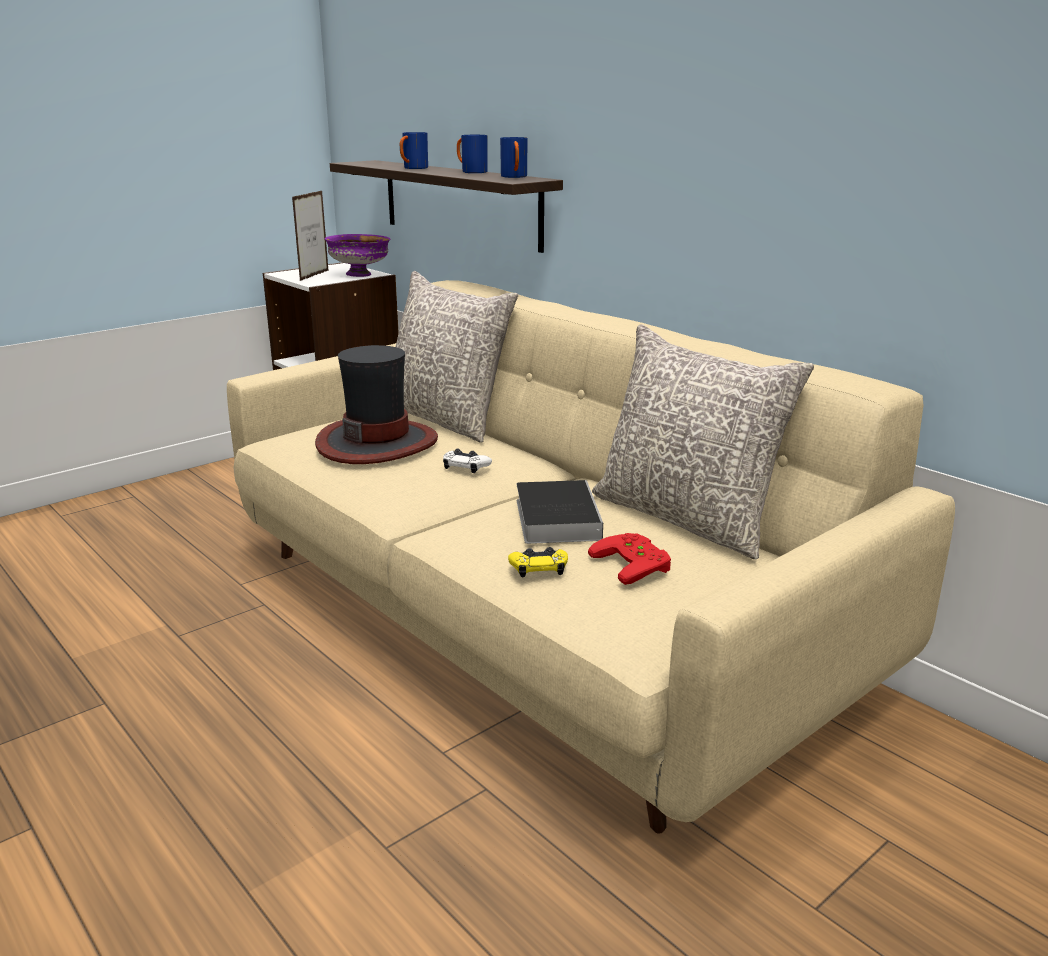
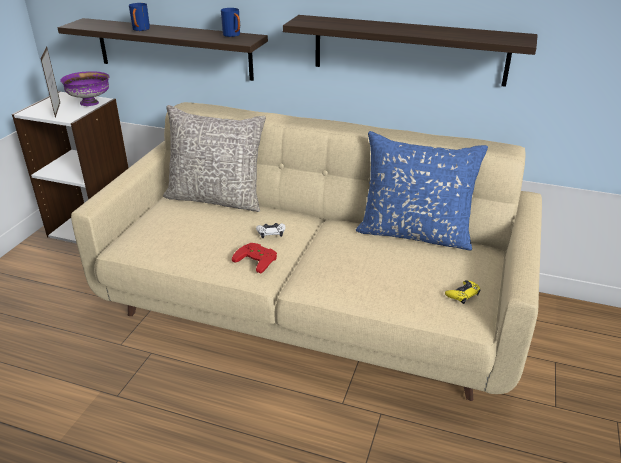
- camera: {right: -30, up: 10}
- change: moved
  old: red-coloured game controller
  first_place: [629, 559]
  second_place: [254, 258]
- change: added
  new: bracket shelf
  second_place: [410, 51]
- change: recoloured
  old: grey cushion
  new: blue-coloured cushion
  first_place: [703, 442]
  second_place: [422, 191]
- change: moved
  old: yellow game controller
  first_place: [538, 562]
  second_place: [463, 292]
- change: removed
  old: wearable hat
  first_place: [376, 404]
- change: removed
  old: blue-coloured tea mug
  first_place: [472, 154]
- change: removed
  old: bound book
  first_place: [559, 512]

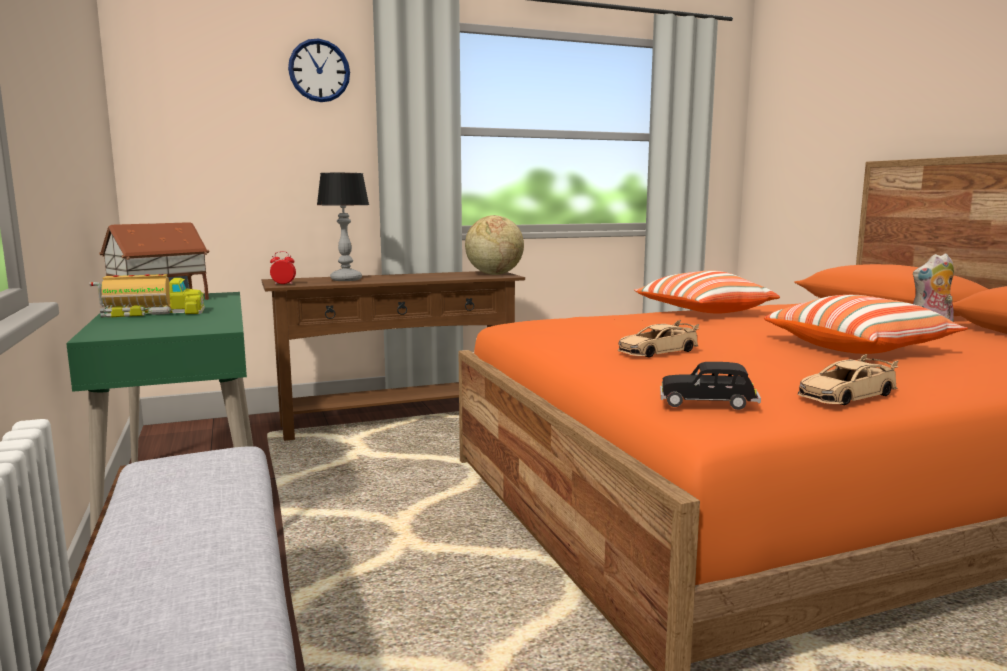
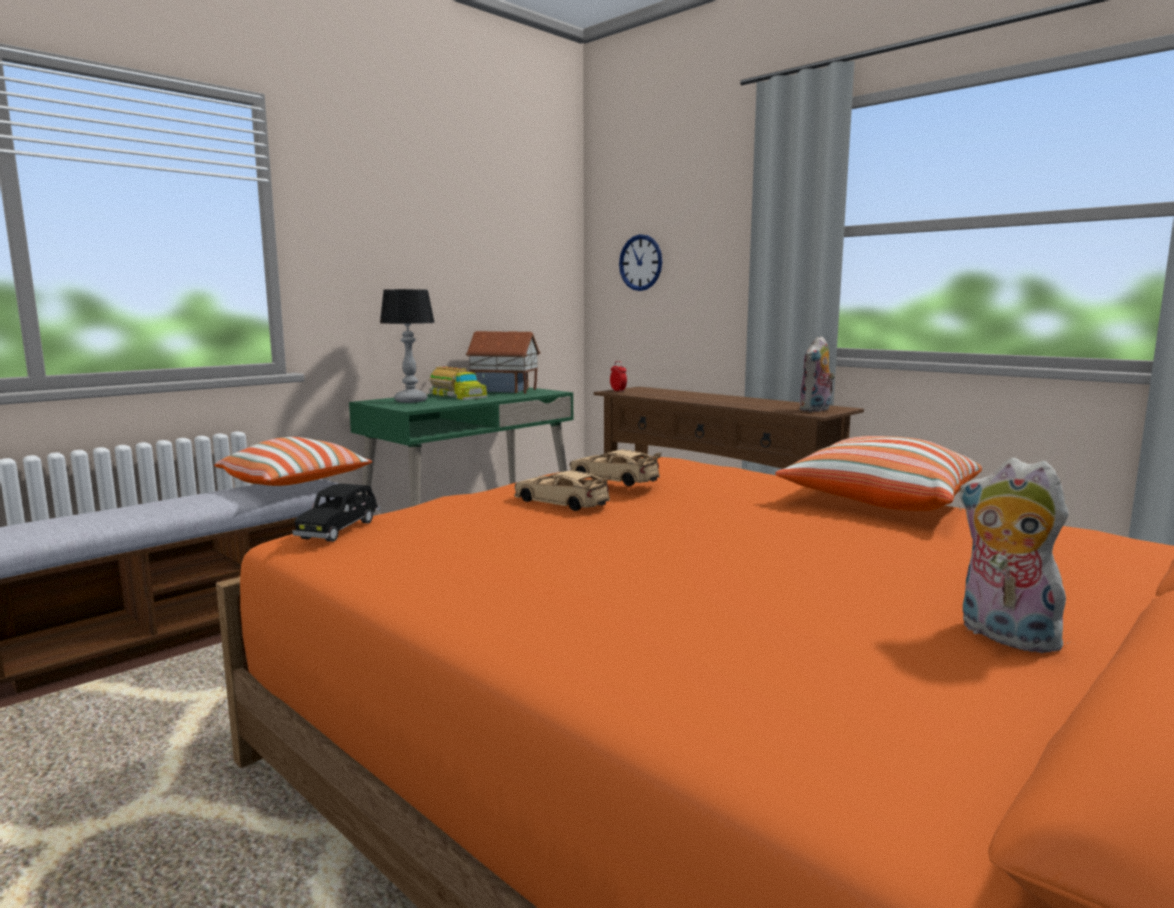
- camera: {right: 65, up: 0}
- change: moved
  old: cushion
  first_place: [866, 324]
  second_place: [293, 461]
- change: turned
  old: black-coloured model car
  first_place: [710, 386]
  second_place: [336, 512]
  degrees: -150
- change: moved
  old: table lamp
  first_place: [343, 227]
  second_place: [407, 346]
- change: moved
  old: beige-coloured model car
  first_place: [848, 379]
  second_place: [615, 468]
- change: moved
  old: hanging clock
  first_place: [319, 70]
  second_place: [640, 262]
- change: replaced
  old: desk globe
  new: soft toy
  first_place: [494, 245]
  second_place: [817, 374]

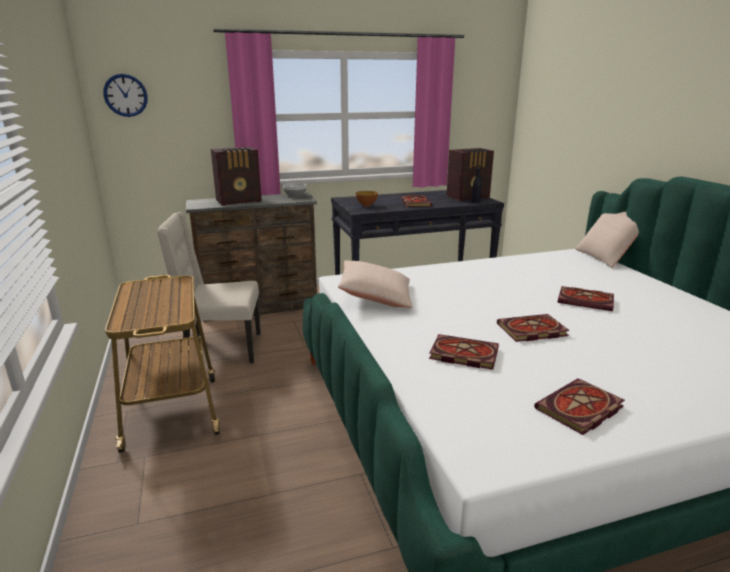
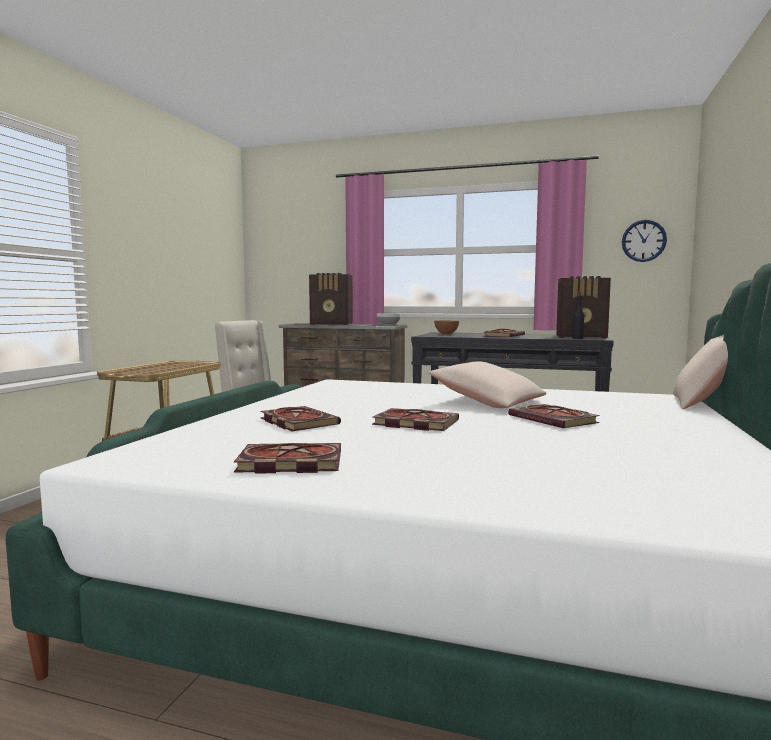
- camera: {right: 35, up: -15}
- change: moved
  old: beige-coloured cushion
  first_place: [375, 284]
  second_place: [487, 384]
- change: moved
  old: hanging clock
  first_place: [125, 95]
  second_place: [644, 241]

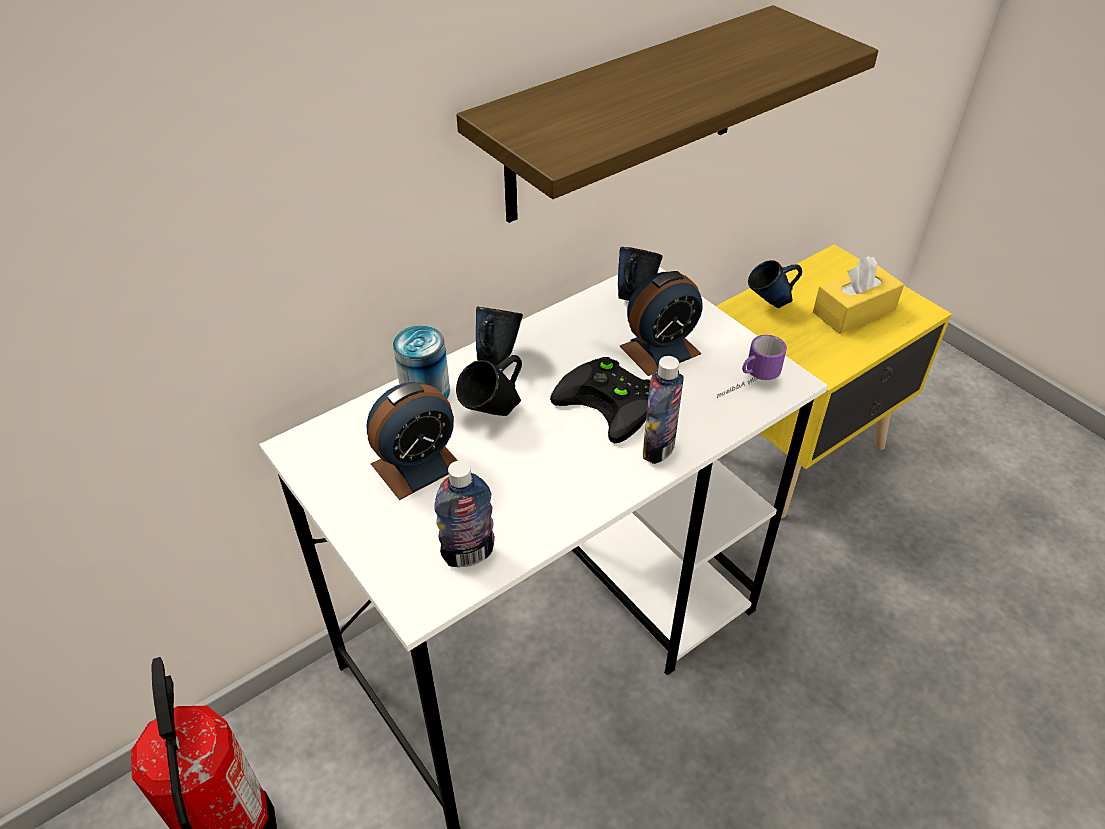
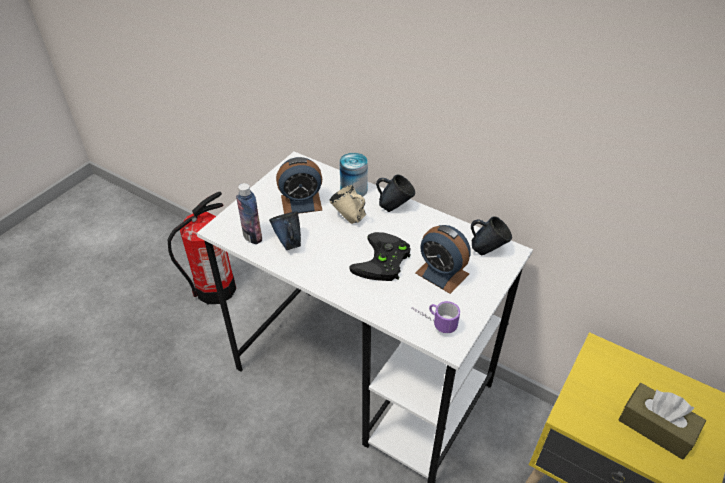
- camera: {right: 70, up: 0}
- change: moved
  old: blue-coloured tea mug
  first_place: [775, 284]
  second_place: [285, 230]
- change: turned
  old: bedside clock
  first_place: [412, 441]
  second_place: [299, 185]
  degrees: -45
- change: recoloured
  old: black-coloured tea mug
  new: beige-coloured tea mug
  first_place: [489, 385]
  second_place: [347, 204]
- change: recoloured
  old: yellow tissue holder
  new: brownish tissue holder
  first_place: [858, 295]
  second_place: [662, 421]
- change: removed
  old: bracket shelf
  first_place: [667, 114]
- change: removed
  old: bottle
  first_place: [663, 410]

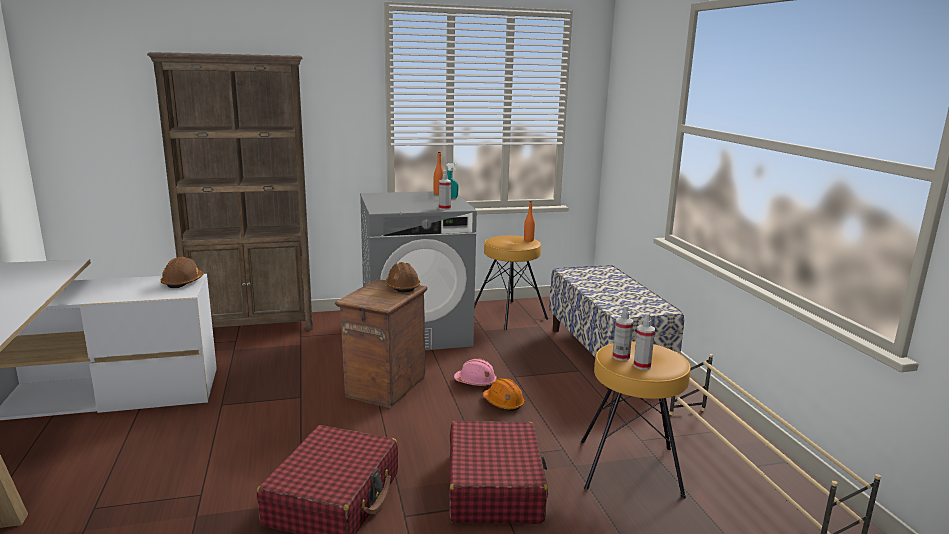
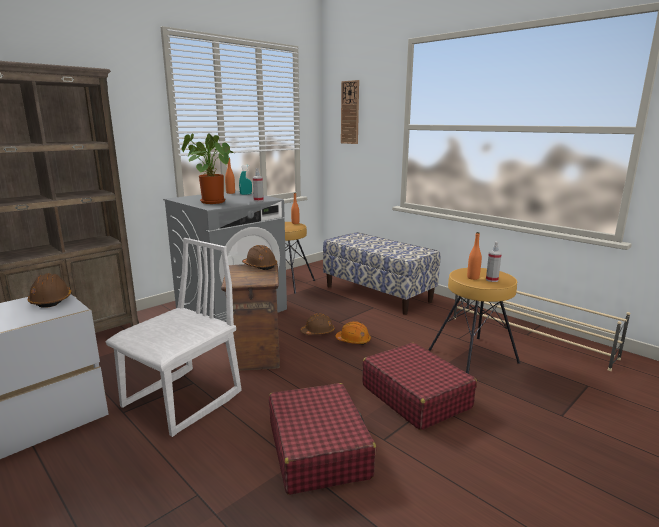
- camera: {right: -30, up: 0}
- change: added
  new: whitish plain chair
  second_place: [173, 337]
- change: added
  new: houseplant
  second_place: [207, 169]
- change: recoloured
  old: pink work helmet
  new: brownish work helmet
  first_place: [475, 372]
  second_place: [317, 324]
- change: added
  new: hanging clock
  second_place: [350, 112]
- change: replaced
  old: sprayer
  new: orangey bottle
  first_place: [623, 333]
  second_place: [474, 256]

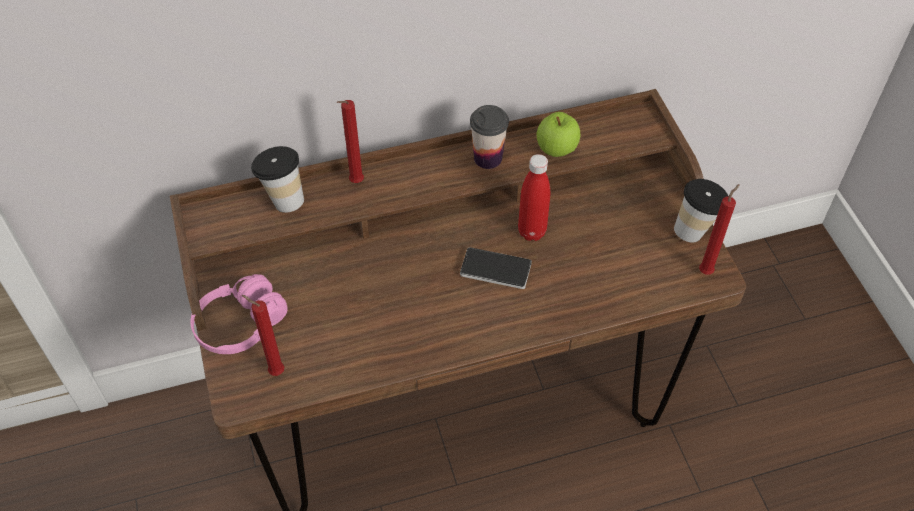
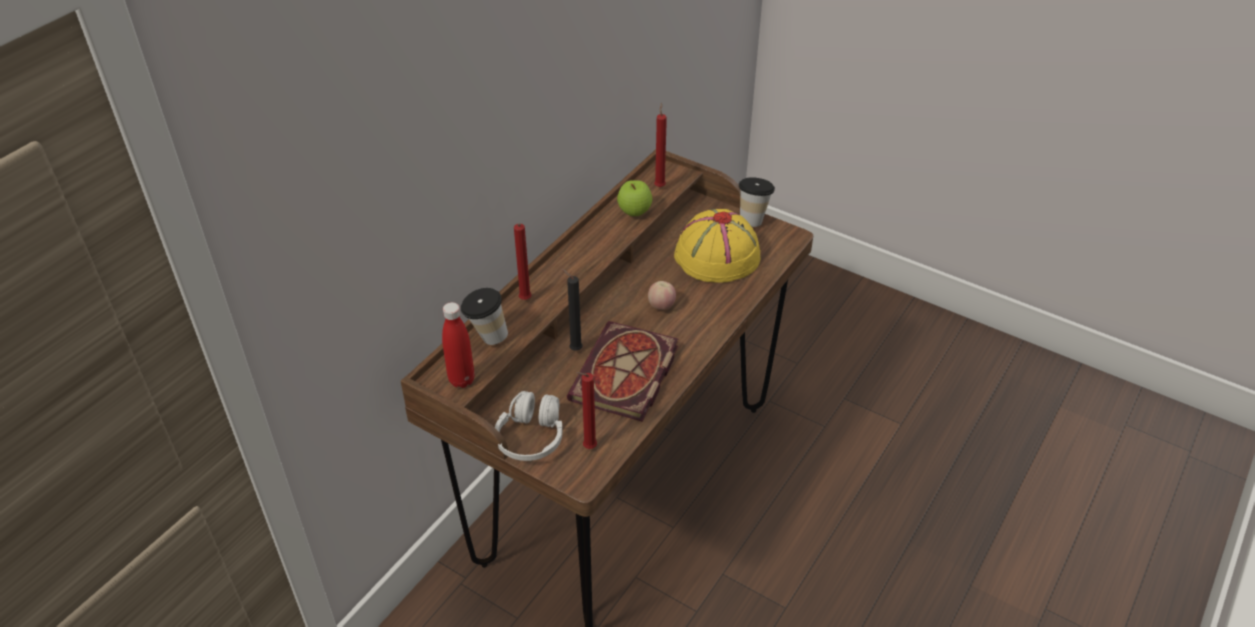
- camera: {right: -40, up: -10}
- change: moved
  old: red-coloured bottle
  first_place: [534, 197]
  second_place: [458, 345]
- change: recoloured
  old: pink pair of headphones
  new: whitish pair of headphones
  first_place: [239, 314]
  second_place: [529, 426]
- change: added
  new: black-coloured wax light
  second_place: [572, 310]
- change: added
  new: bound book
  second_place: [622, 371]
- change: replaced
  old: phone
  new: whole apple
  first_place: [496, 268]
  second_place: [662, 295]
- change: moved
  old: red-coloured wax light
  first_place: [719, 229]
  second_place: [660, 145]
- change: added
  new: yellow wearable hat
  second_place: [717, 246]
- change: removed
  old: small cup
  first_place: [489, 137]

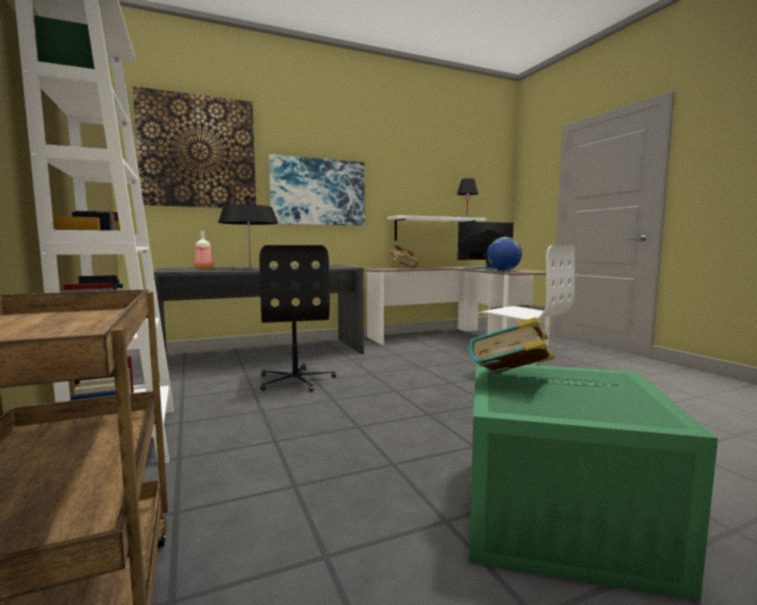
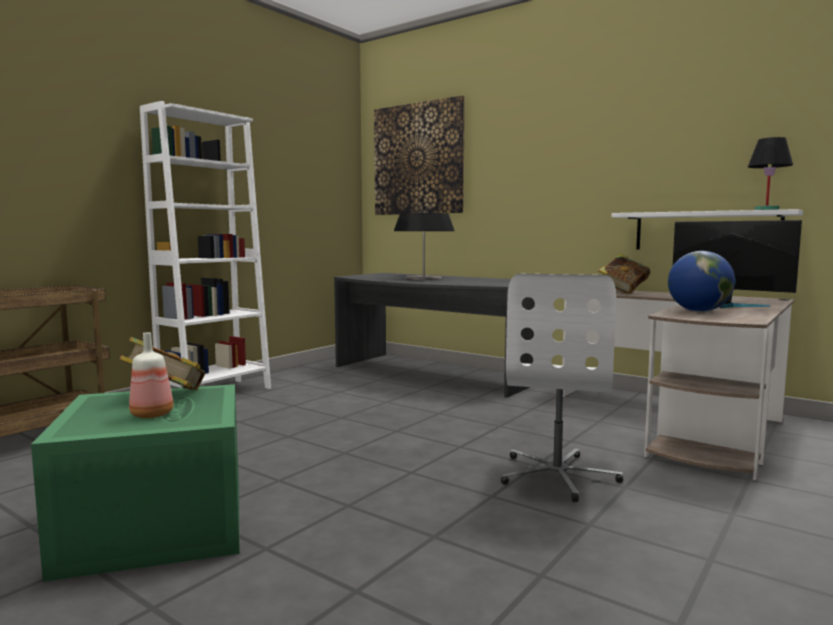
- camera: {right: 60, up: 0}
- change: moved
  old: bottle
  first_place: [204, 250]
  second_place: [151, 375]
- change: removed
  old: black-coloured desk chair
  first_place: [297, 318]
- change: removed
  old: wall picture
  first_place: [317, 190]

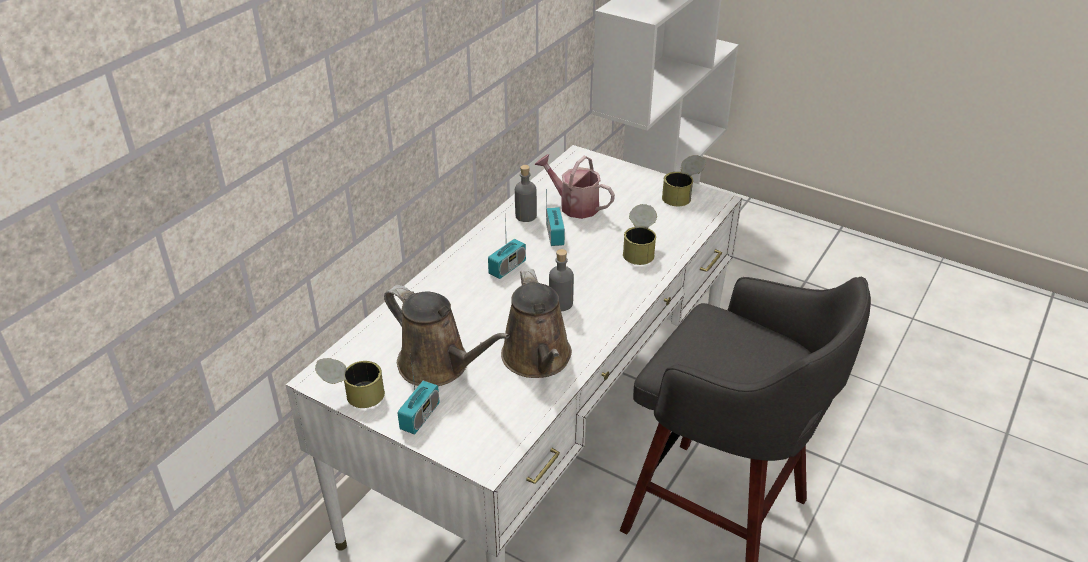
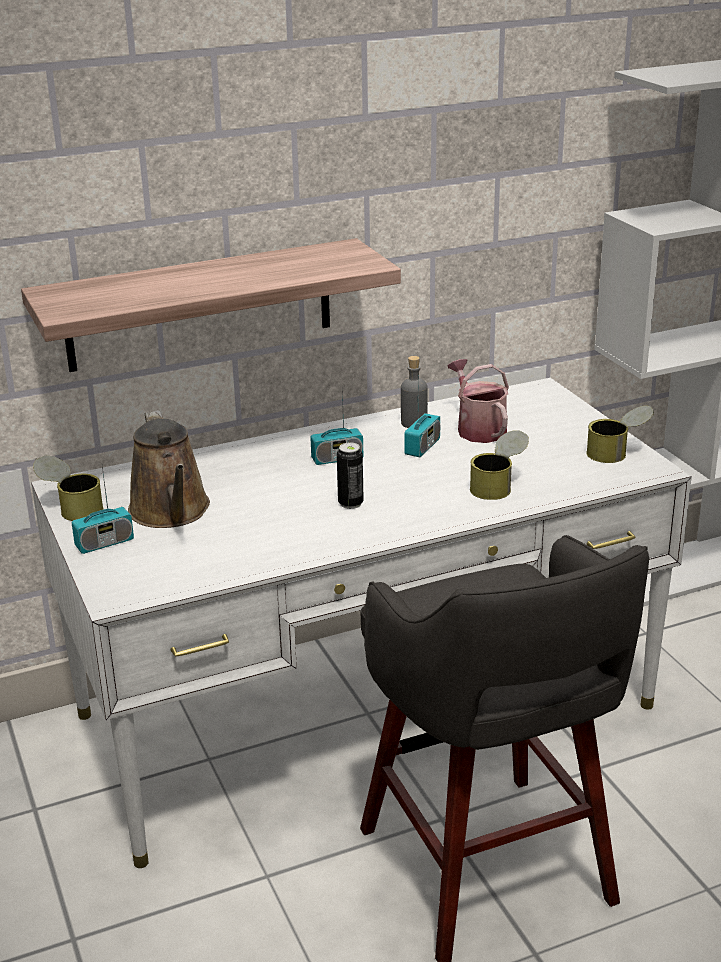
- camera: {right: 35, up: -10}
- change: added
  new: bracket shelf
  second_place: [211, 305]
- change: replaced
  old: grey bottle
  new: metal can
  first_place: [561, 280]
  second_place: [350, 475]
- change: removed
  old: brownish watering can
  first_place: [536, 323]

